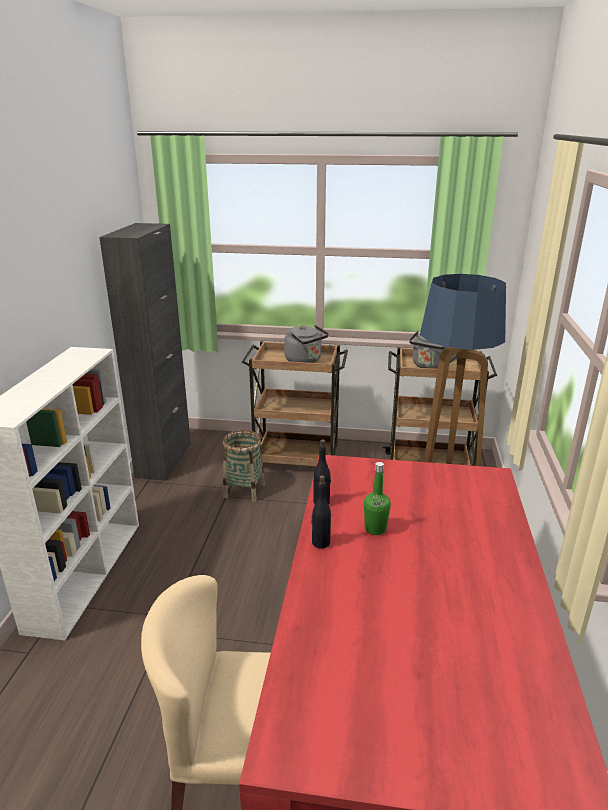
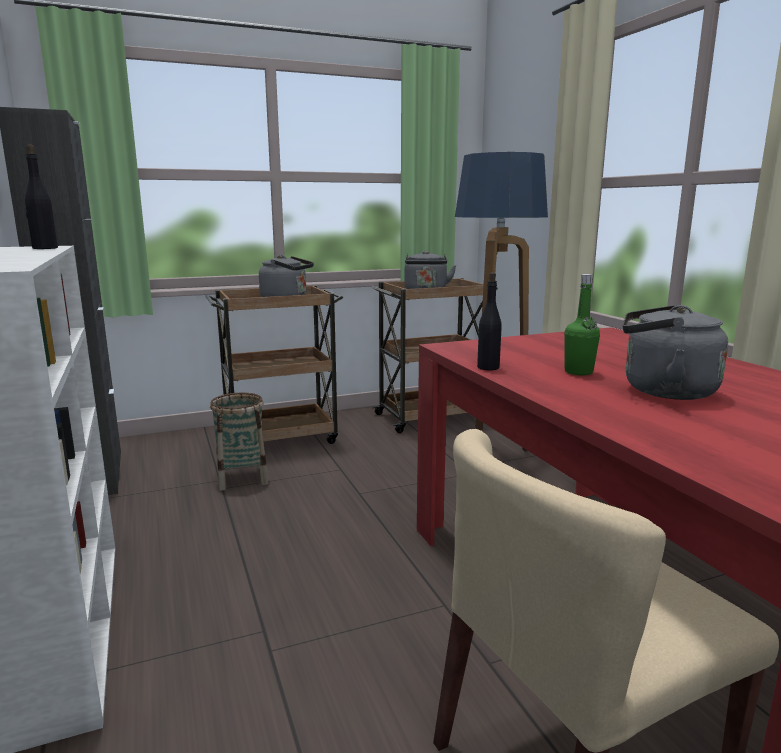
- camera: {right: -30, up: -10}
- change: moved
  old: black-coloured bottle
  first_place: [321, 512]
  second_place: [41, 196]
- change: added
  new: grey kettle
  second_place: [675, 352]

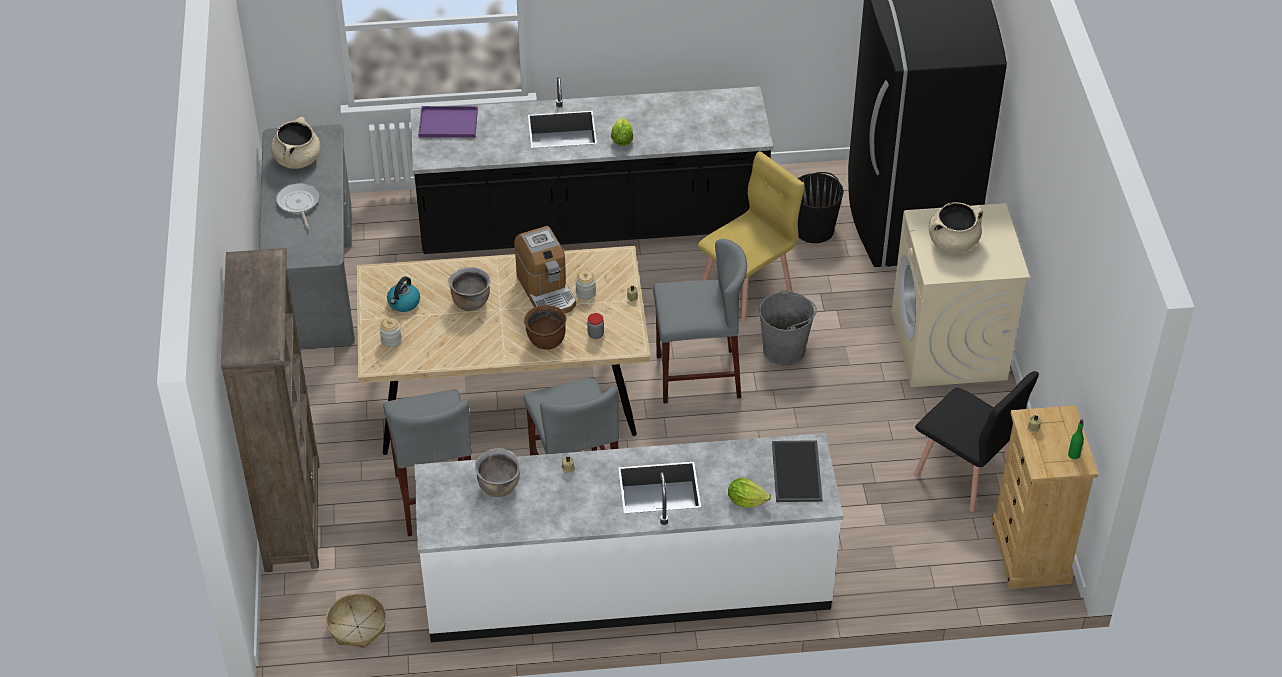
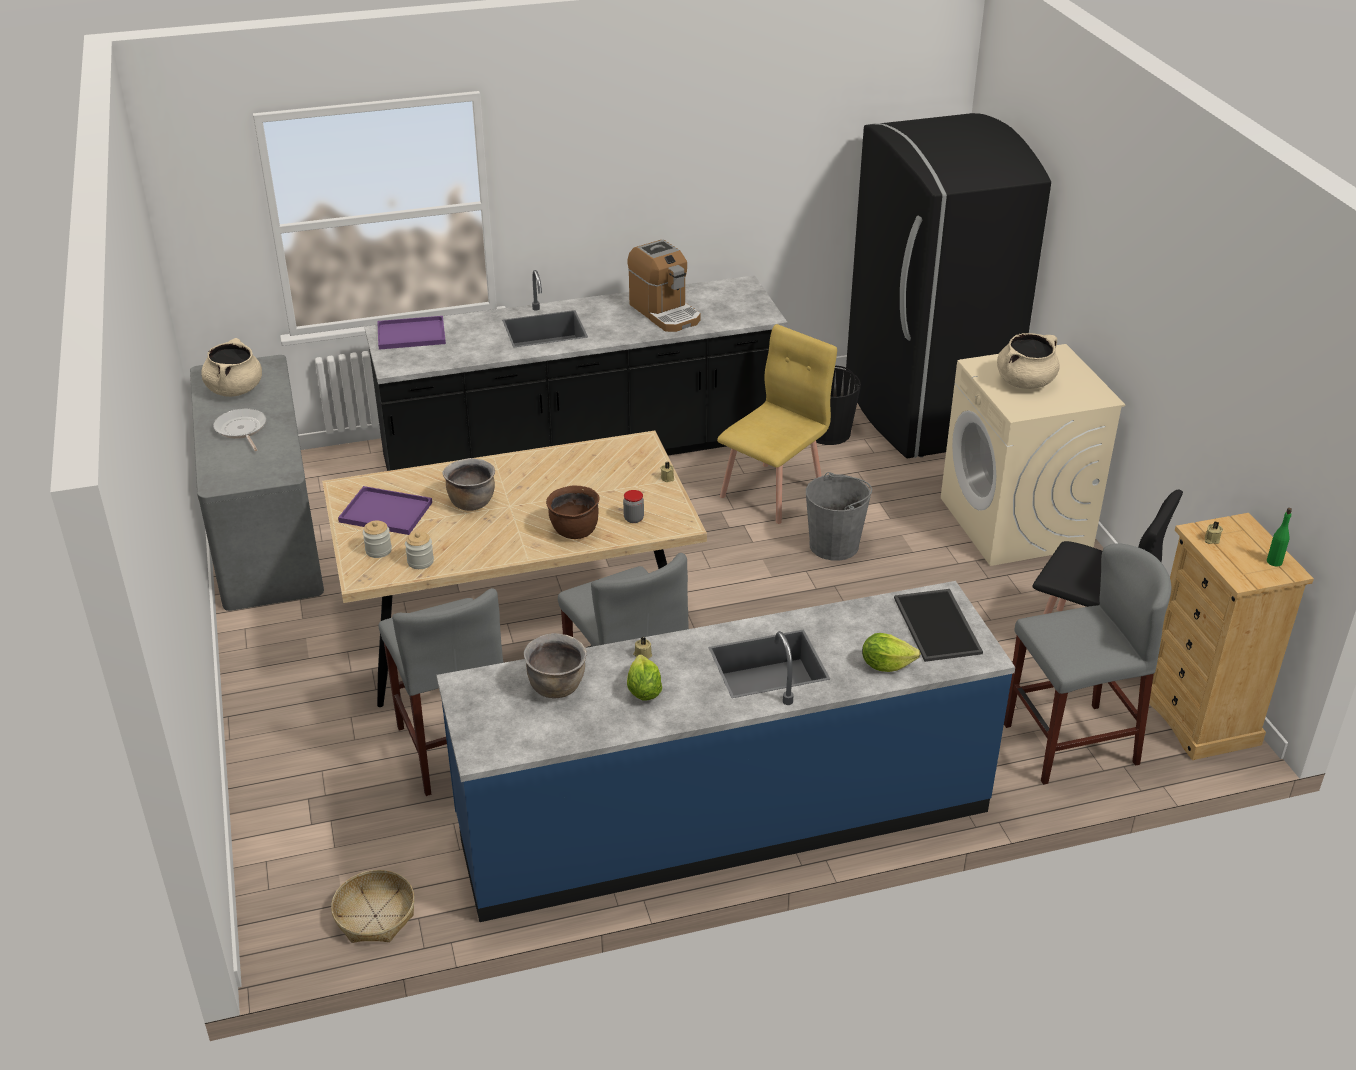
- camera: {right: -10, up: -10}
- change: replaced
  old: kettle
  new: purple-coloured tray
  first_place: [403, 294]
  second_place: [385, 510]
- change: moved
  old: jar
  first_place: [585, 285]
  second_place: [419, 550]
- change: recoloured
  old: whitish counter
  new: blue-coloured counter
  first_place: [628, 537]
  second_place: [725, 751]
- change: moved
  old: lettuce head
  first_place: [622, 131]
  second_place: [644, 677]
- change: moved
  old: coffee maker
  first_place: [545, 269]
  second_place: [664, 286]
- change: moved
  old: grey stool seat
  first_place: [700, 321]
  second_place: [1087, 664]
- change: removed
  old: brownish bookshelf
  first_place: [270, 410]

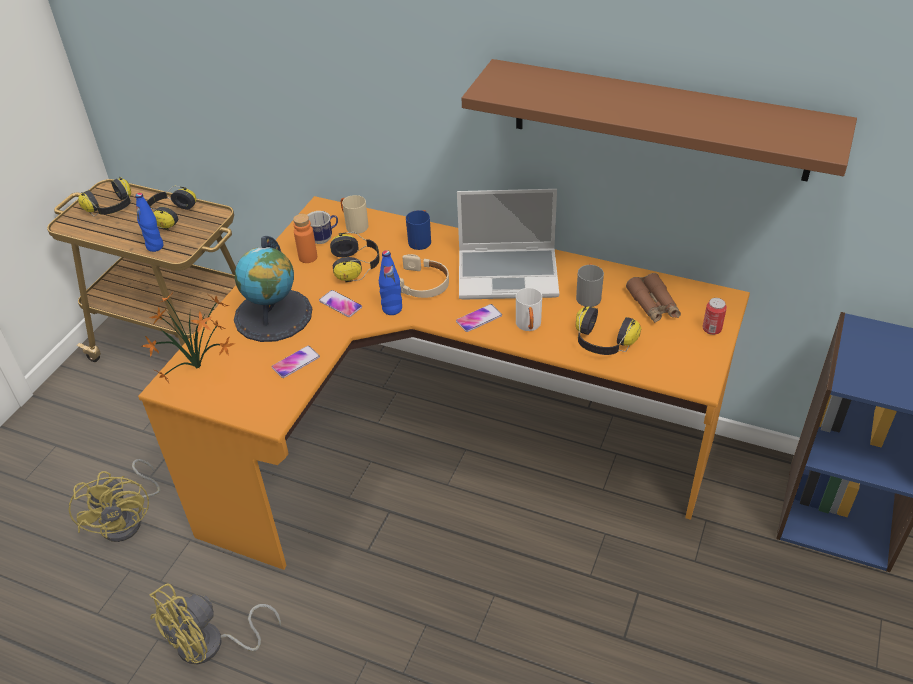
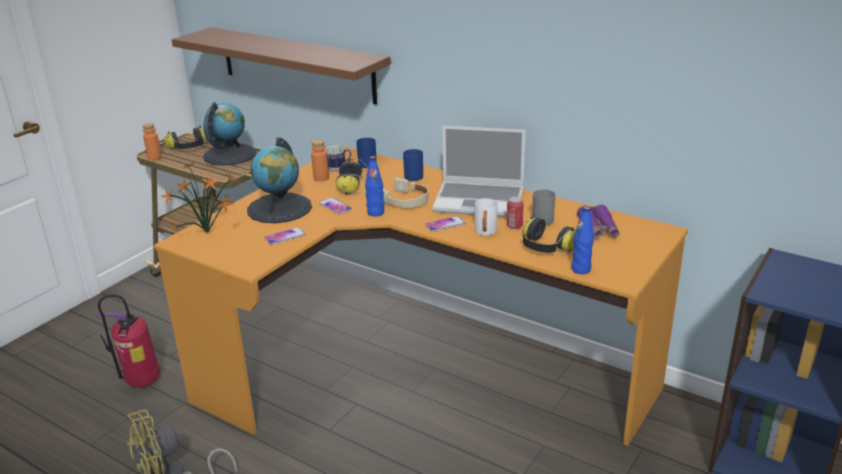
- camera: {right: 10, up: -15}
- change: replaced
  old: yellow electric fan
  new: extinguisher
  first_place: [114, 500]
  second_place: [128, 340]
- change: added
  new: orangey bottle
  second_place: [152, 141]
- change: moved
  old: brownish bracket shelf
  first_place: [659, 120]
  second_place: [281, 65]
- change: replaced
  old: pair of headphones
  new: desk globe
  first_place: [171, 208]
  second_place: [229, 134]
- change: recoloured
  old: beige-coloured tea mug
  new: blue-coloured tea mug
  first_place: [354, 214]
  second_place: [366, 153]
- change: moved
  old: metal can
  first_place: [715, 316]
  second_place: [515, 212]
- change: moved
  old: blue-coloured bottle
  first_place: [149, 222]
  second_place: [583, 240]
- change: recoloured
  old: brownish pair of binoculars
  new: purple-coloured pair of binoculars
  first_place: [653, 298]
  second_place: [598, 221]

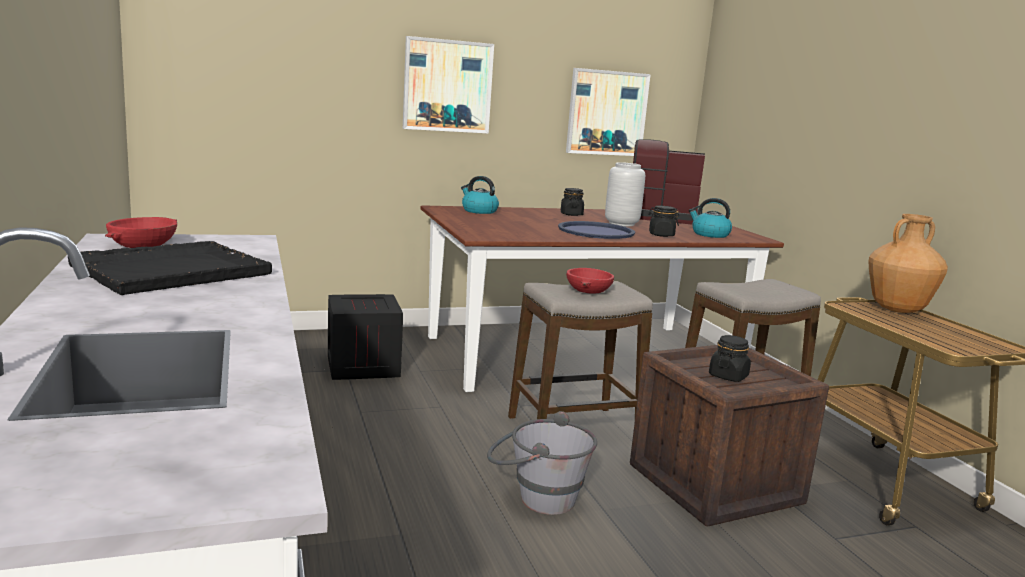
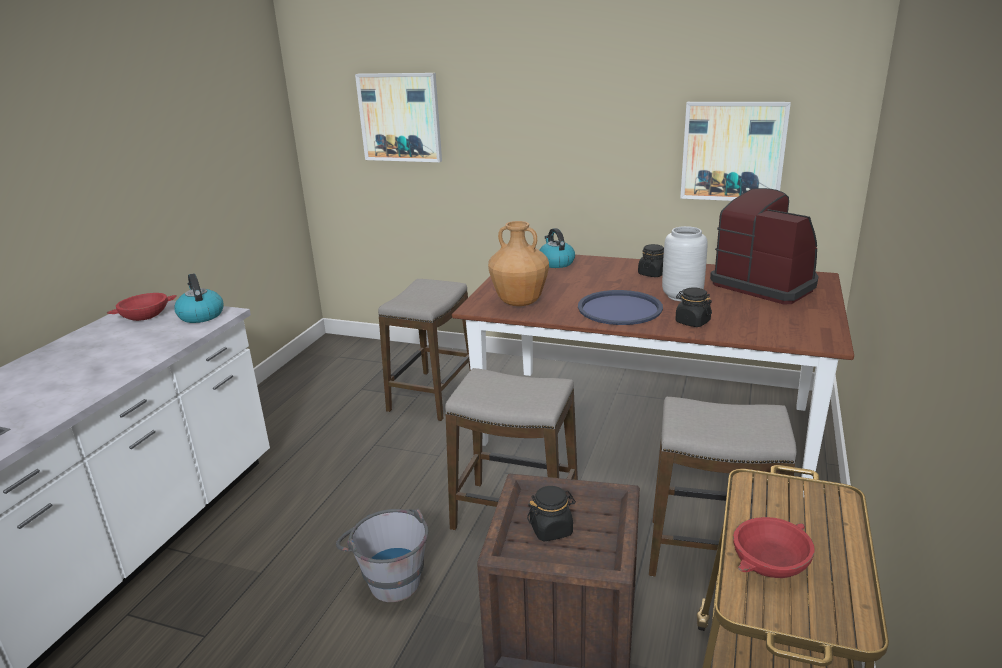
- camera: {right: 40, up: 10}
- change: moved
  old: kettle
  first_place: [710, 218]
  second_place: [199, 298]
- change: moved
  old: wall picture
  first_place: [448, 85]
  second_place: [398, 117]
- change: replaced
  old: packing crate
  new: stool seat
  first_place: [365, 337]
  second_place: [424, 350]
- change: moved
  old: brownish vase
  first_place: [908, 263]
  second_place: [518, 263]
- change: moved
  old: red-coloured deep dish
  first_place: [590, 280]
  second_place: [773, 547]
- change: removed
  old: black-coloured tray
  first_place: [170, 268]

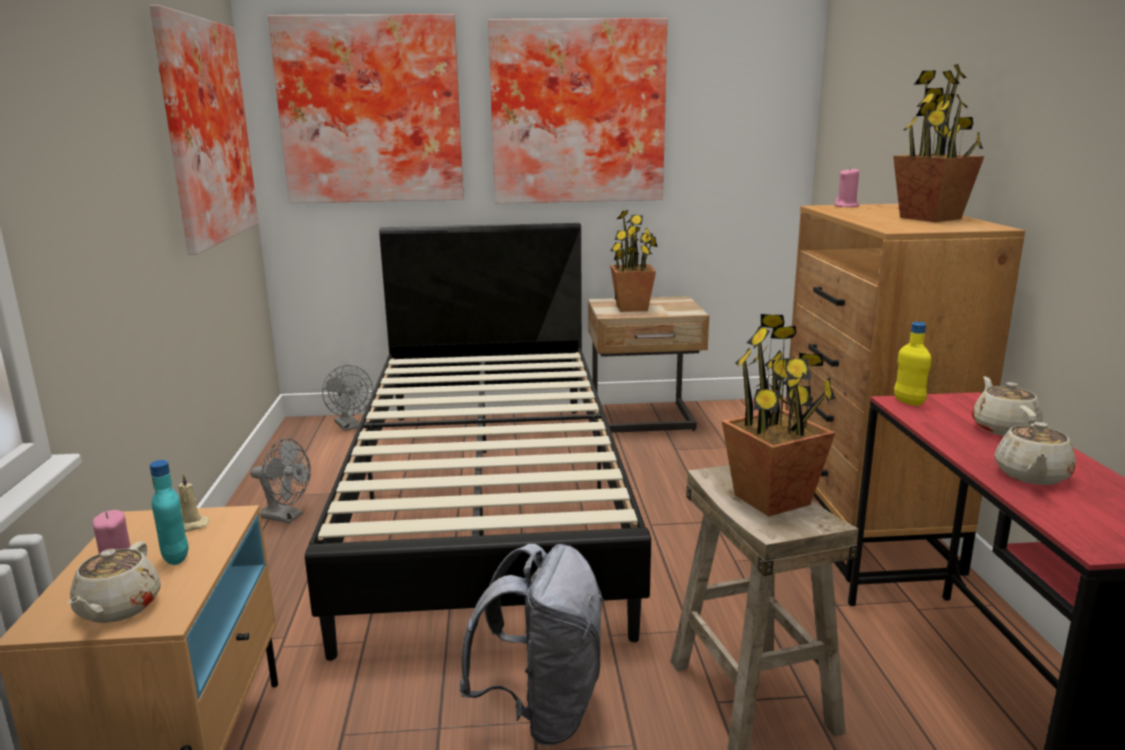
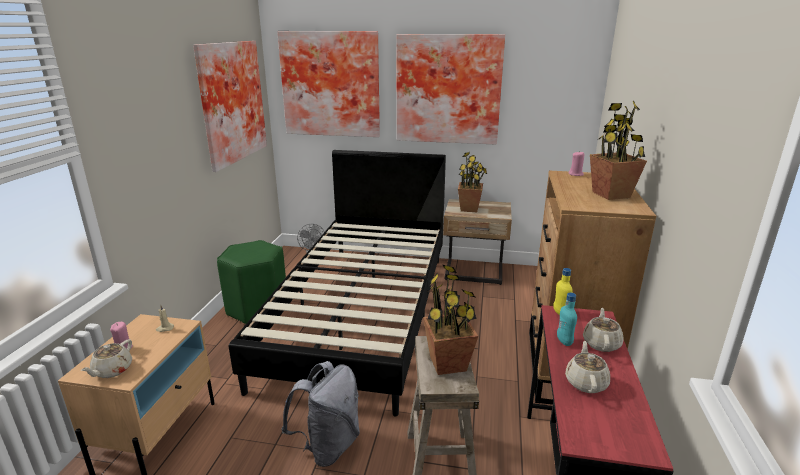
- camera: {right: 15, up: 5}
- change: replaced
  old: grey electric fan
  new: green stool seat
  first_place: [280, 480]
  second_place: [251, 282]
- change: moved
  old: turquoise bottle
  first_place: [169, 512]
  second_place: [567, 319]
- change: turned
  old: beige-coloured teapot
  first_place: [1035, 453]
  second_place: [587, 367]
  degrees: 150

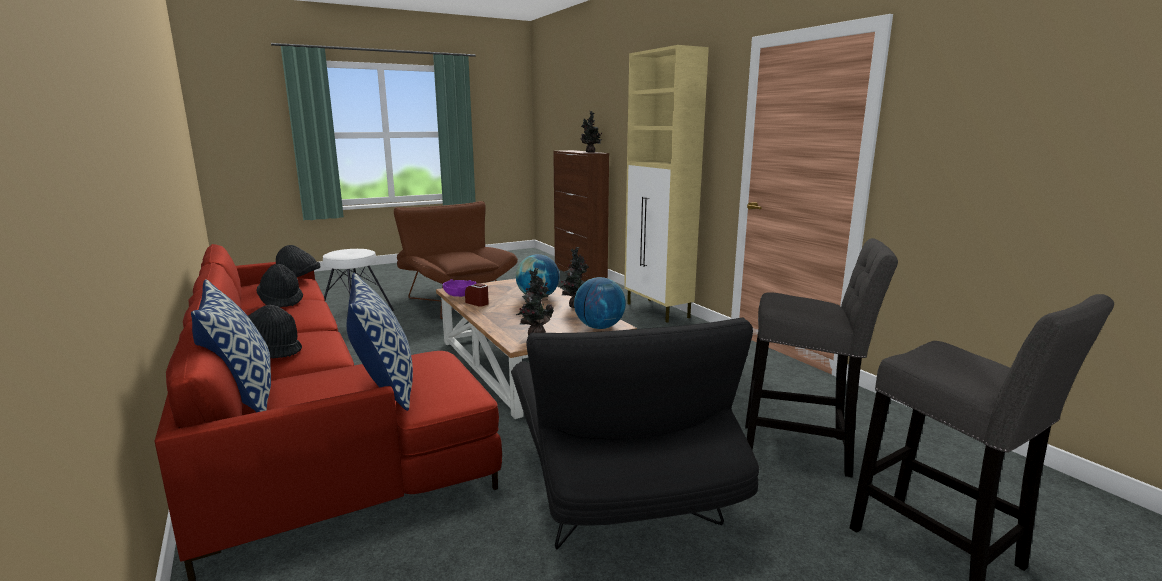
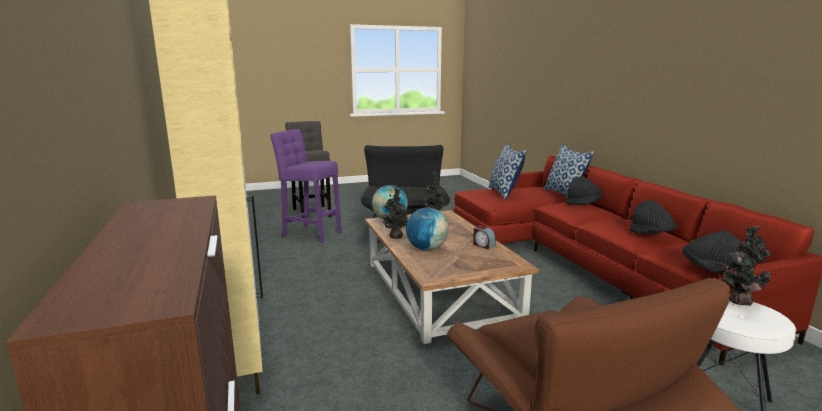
- camera: {right: -170, up: 0}
- change: recoloured
  old: grey stool seat
  new: purple-coloured stool seat
  first_place: [821, 357]
  second_place: [306, 186]
- change: moved
  old: houseplant
  first_place: [591, 131]
  second_place: [744, 265]
- change: removed
  old: purple-coloured deep dish
  first_place: [460, 288]

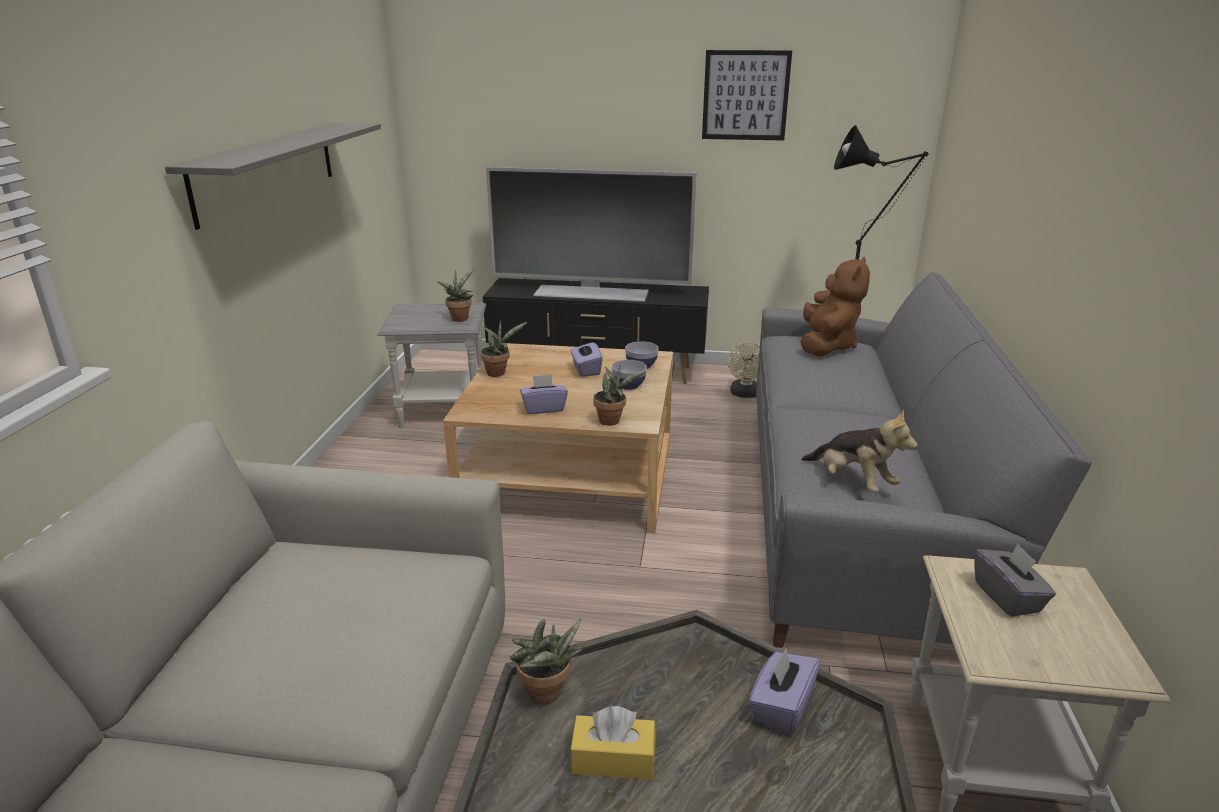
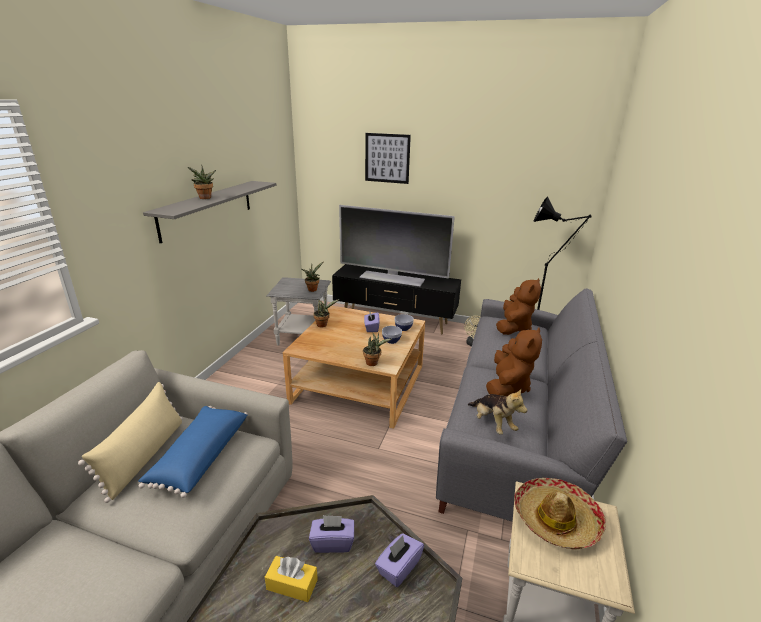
- camera: {right: 10, up: 0}
- change: added
  new: beige-coloured cushion
  second_place: [130, 442]
- change: added
  new: blue-coloured cushion
  second_place: [193, 452]
- change: moved
  old: houseplant
  first_place: [546, 661]
  second_place: [202, 182]
- change: moved
  old: purple-coloured tissue holder
  first_place: [544, 394]
  second_place: [331, 534]
- change: moved
  old: wall picture
  first_place: [747, 95]
  second_place: [388, 158]
- change: added
  new: brownish soft toy
  second_place: [514, 362]
- change: replaced
  old: grey tissue holder
  new: wearable hat
  first_place: [1015, 580]
  second_place: [560, 513]

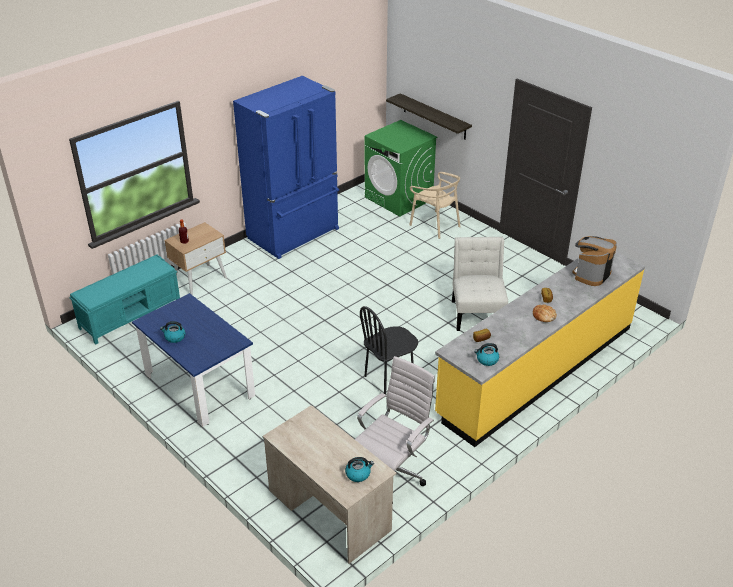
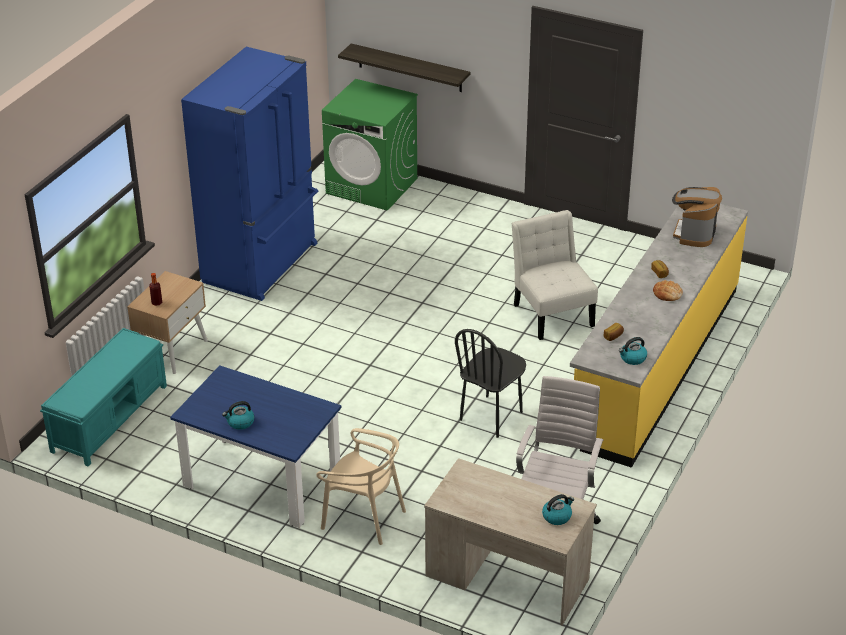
- camera: {right: -20, up: 0}
- change: moved
  old: beige-coloured plain chair
  first_place: [434, 205]
  second_place: [361, 486]

